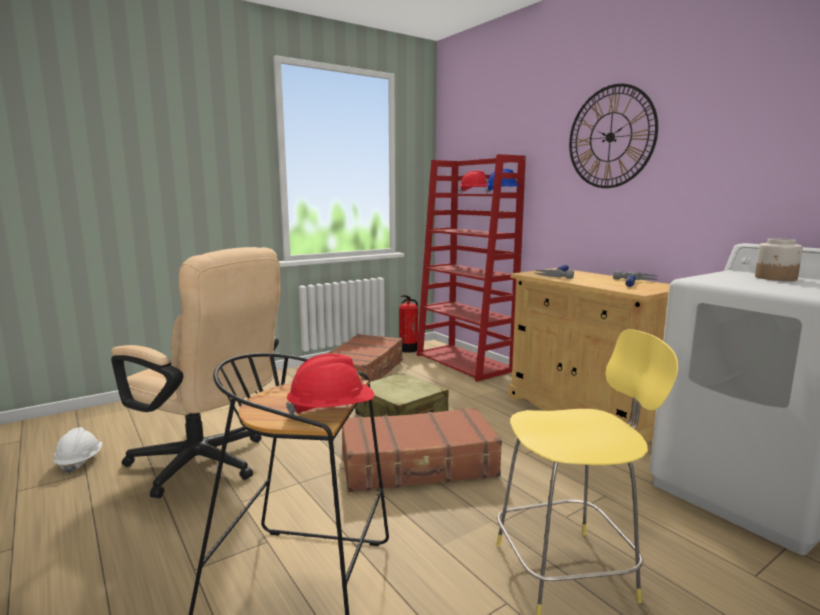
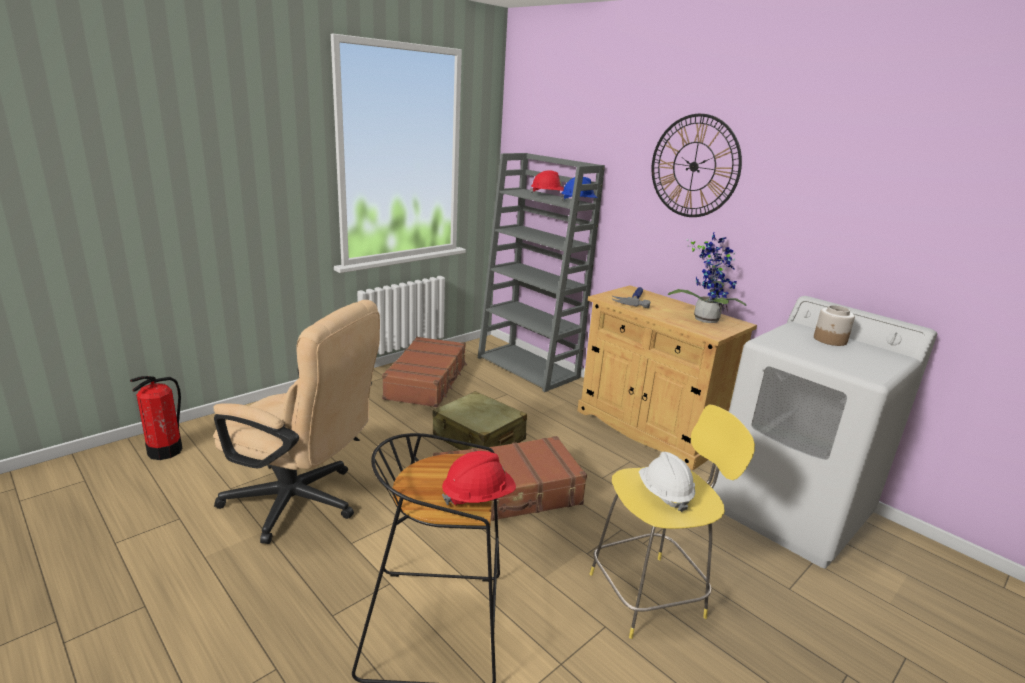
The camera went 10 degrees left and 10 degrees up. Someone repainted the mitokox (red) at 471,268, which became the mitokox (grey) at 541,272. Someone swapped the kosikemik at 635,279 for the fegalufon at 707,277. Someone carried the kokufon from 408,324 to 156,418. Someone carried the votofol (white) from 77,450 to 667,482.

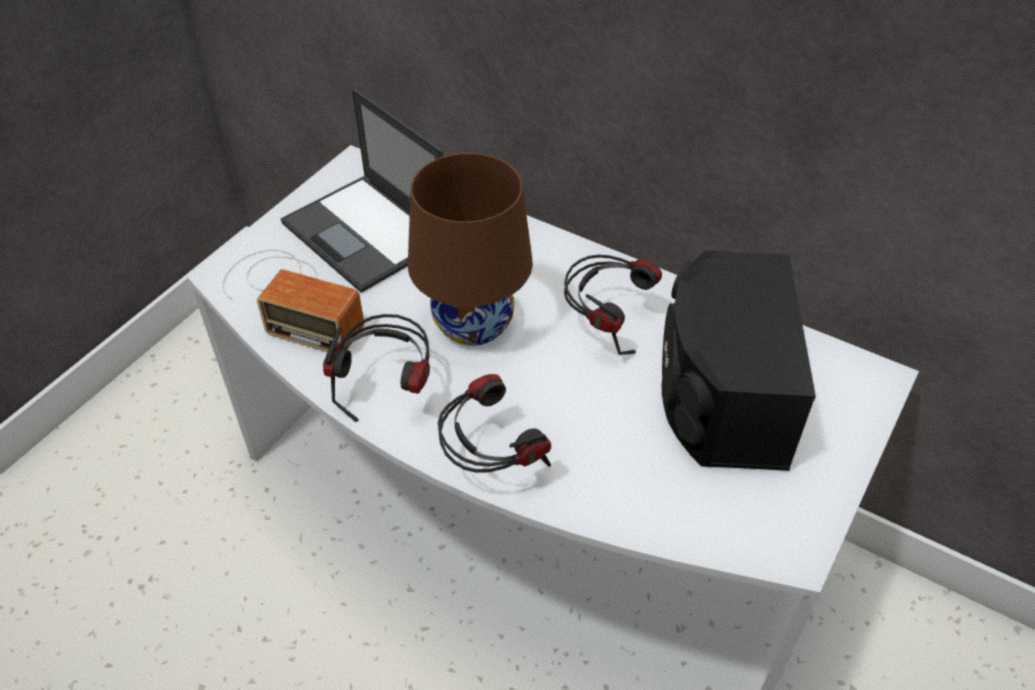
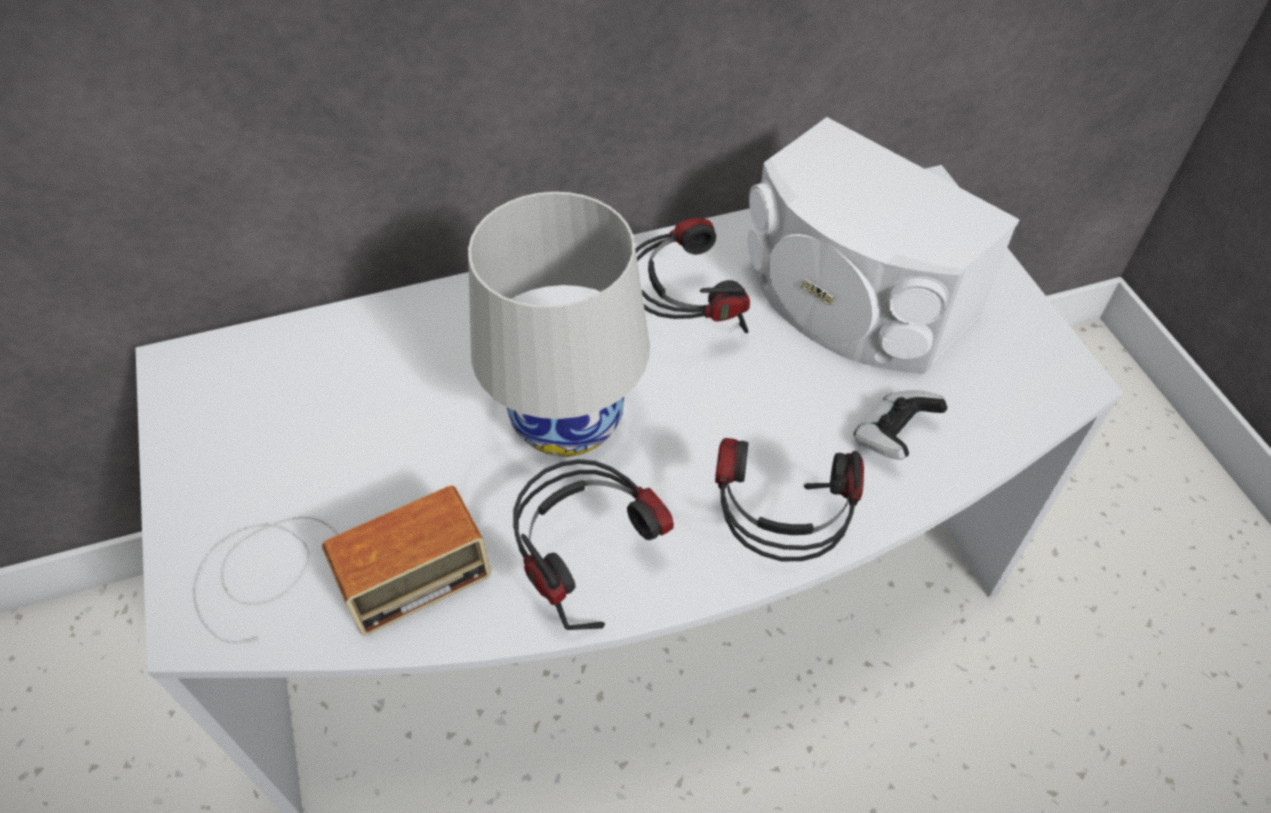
The camera went 50 degrees left and 5 degrees up. Someone took away the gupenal at 362,191. Someone repainted the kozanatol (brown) at 470,249, which became the kozanatol (white) at 559,324. Someone repainted the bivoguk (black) at 739,360, which became the bivoguk (white) at 883,245. Someone put down the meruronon at 900,425.

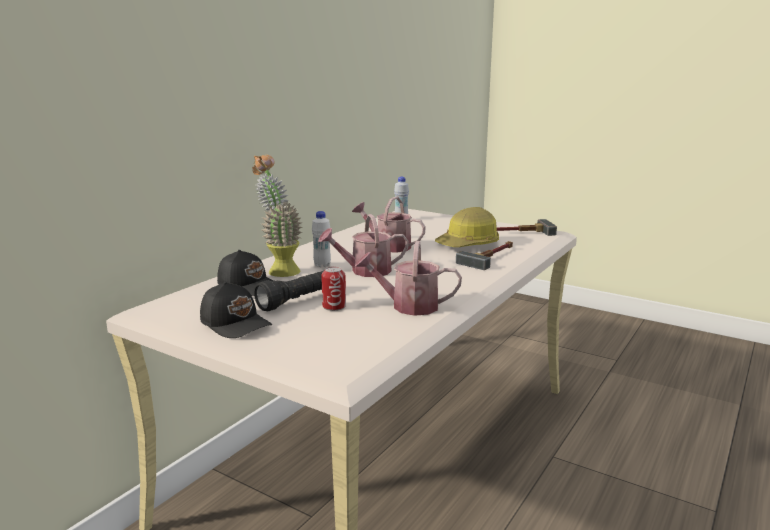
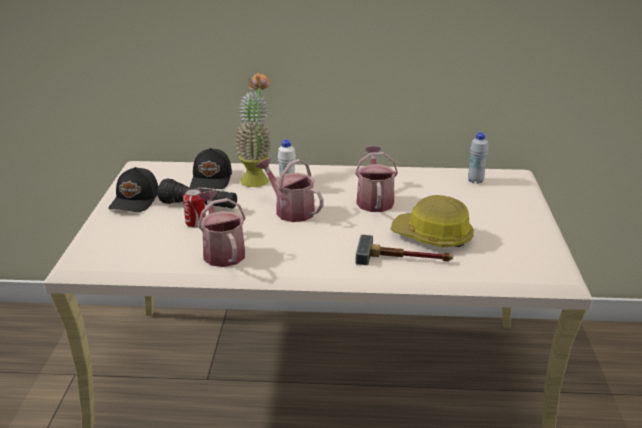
The camera went 60 degrees right and 10 degrees up. Someone took away the kosikemik at 527,227.

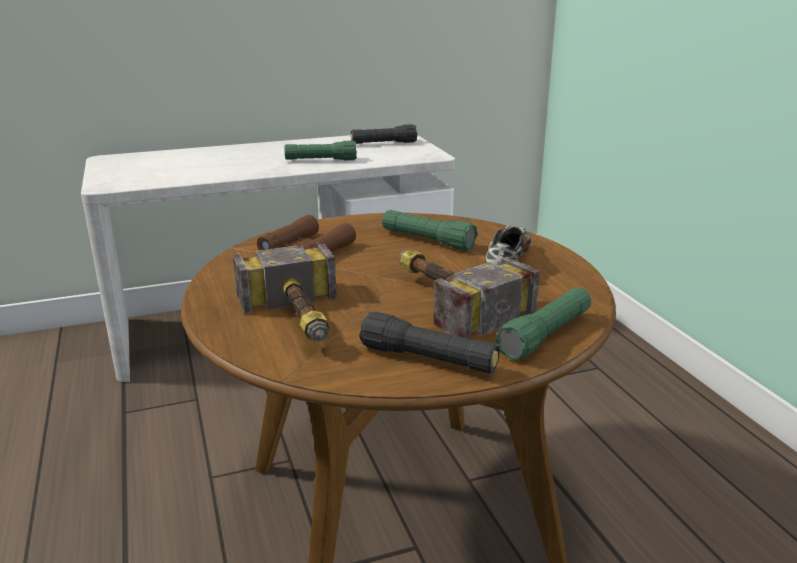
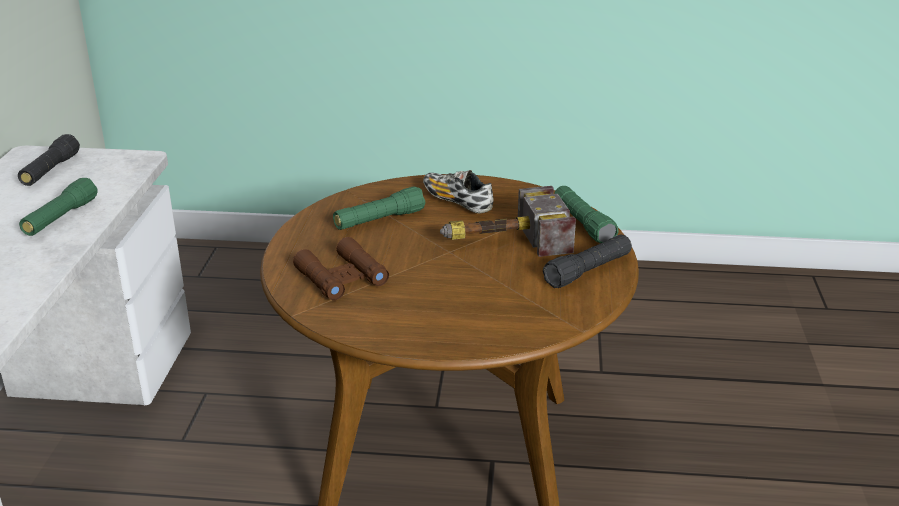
The camera went 65 degrees left and 5 degrees up. Someone took away the kosikemik at 284,291.

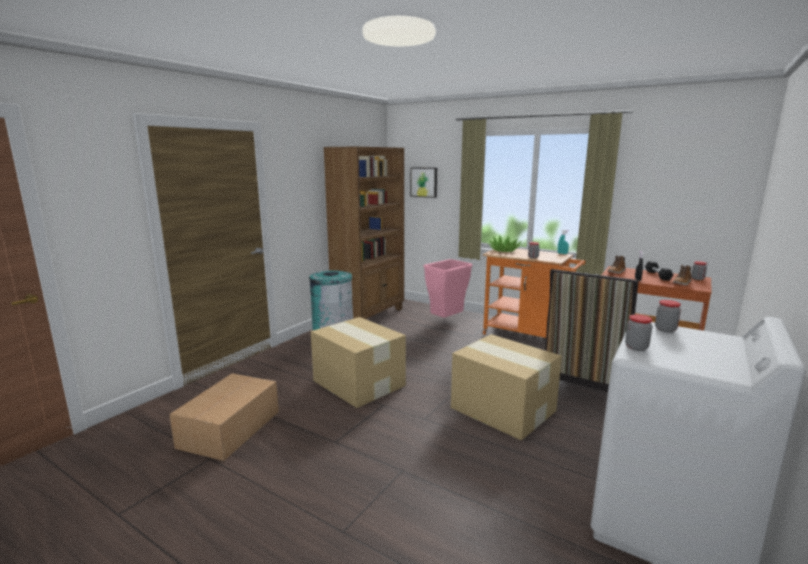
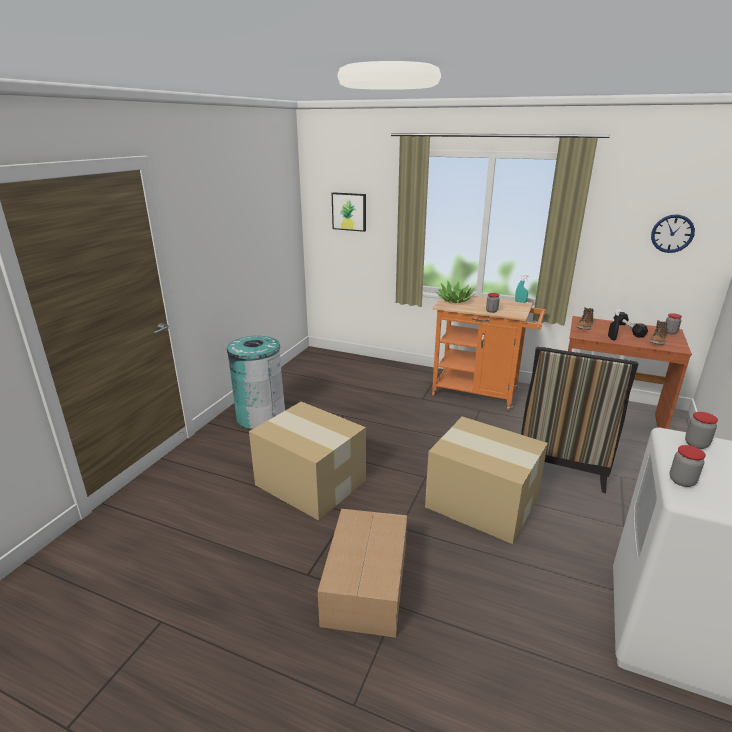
The camera went 10 degrees left and 10 degrees up. Someone took away the mitokox (brown) at 363,232. Someone took away the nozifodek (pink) at 448,288. Someone carried the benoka from 224,417 to 362,573. Someone put up the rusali at 673,233.

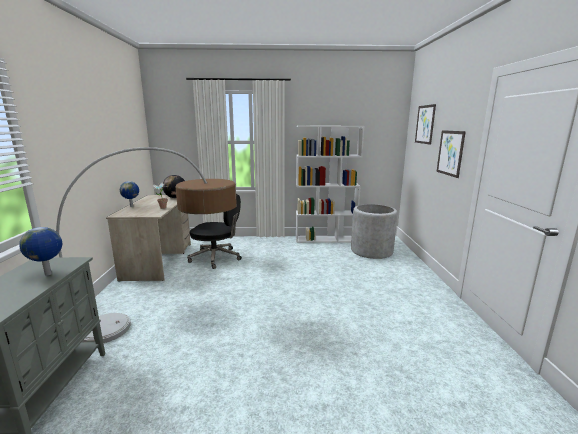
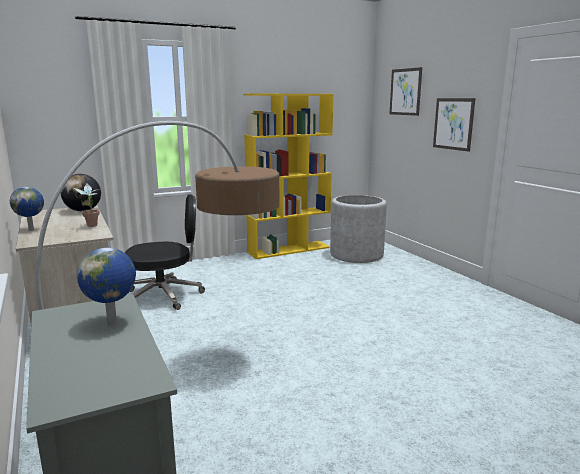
The camera went 25 degrees left and 0 degrees up. Someone repainted the mitokox (white) at 330,184, which became the mitokox (yellow) at 288,176.

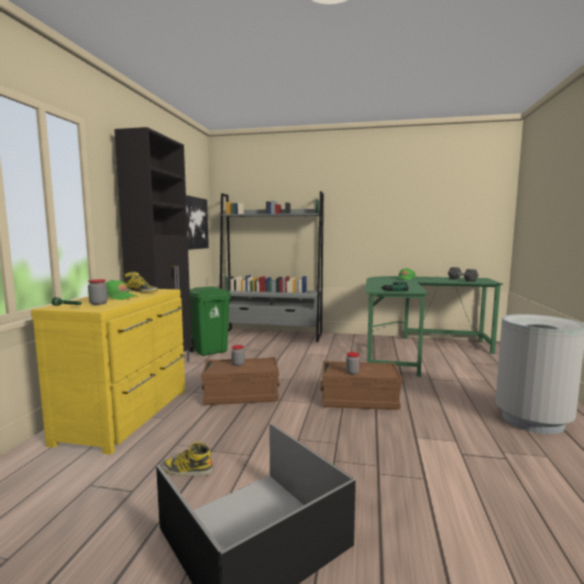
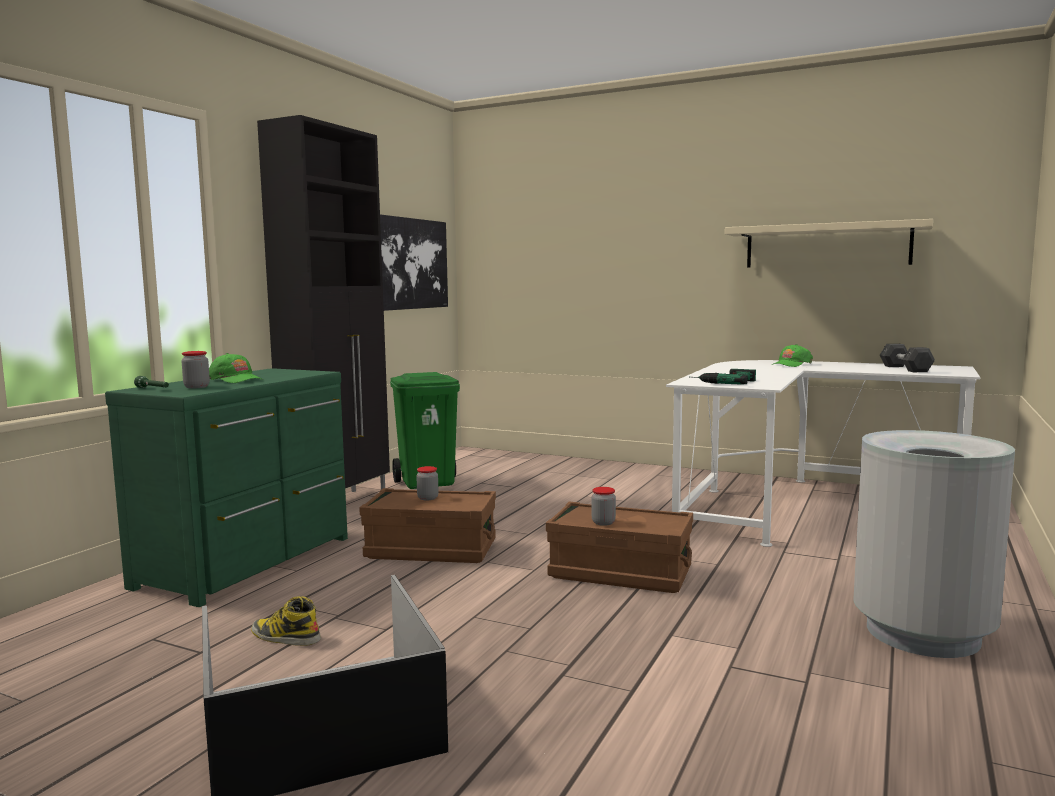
The camera went 15 degrees right and 0 degrees up. Someone took away the mitokox (grey) at 272,266. Someone took away the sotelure at 140,282. Someone repainted the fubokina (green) at 434,326, which became the fubokina (white) at 823,453. Someone repainted the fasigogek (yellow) at 108,372, which became the fasigogek (green) at 226,487. Someone put up the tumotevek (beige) at 829,243.

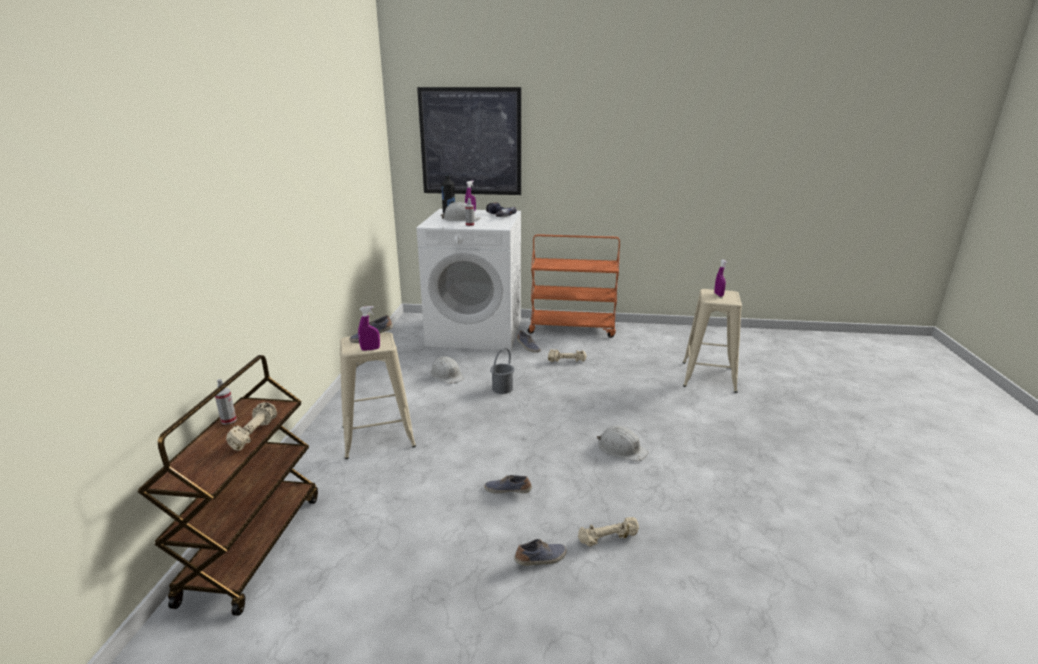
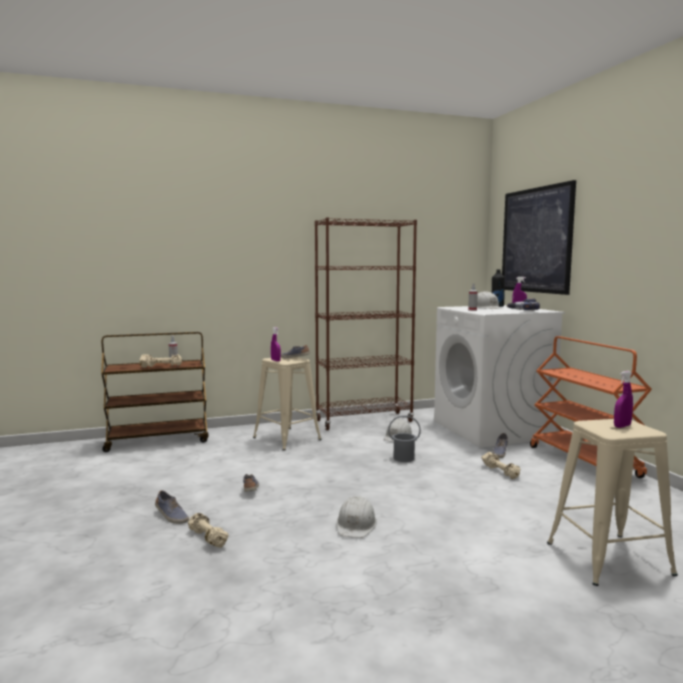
The camera went 65 degrees right and 15 degrees down. Someone put down the mitokox (brown) at 366,323.

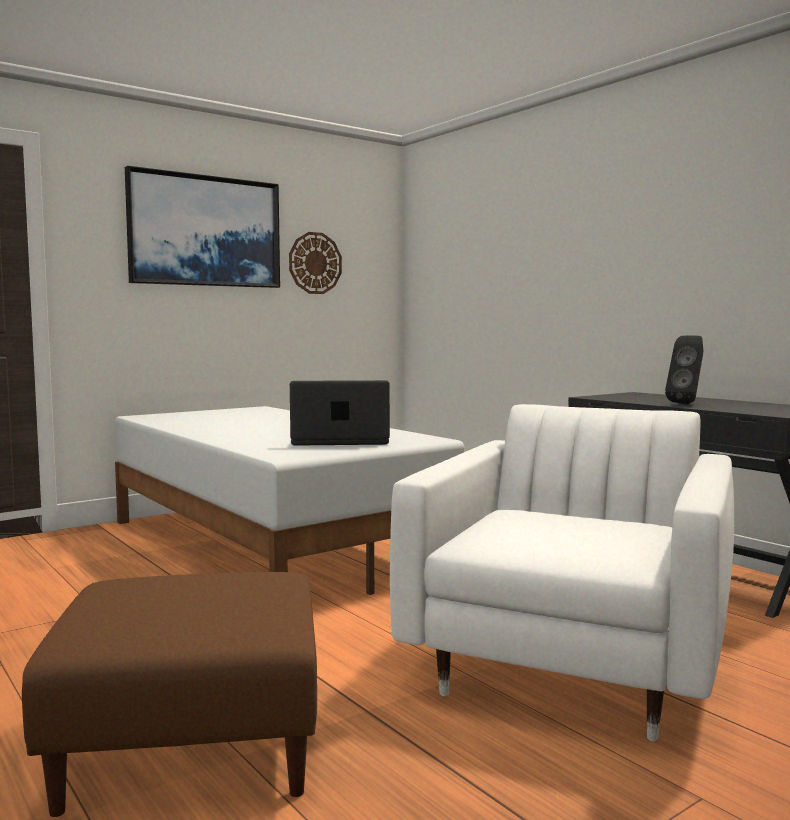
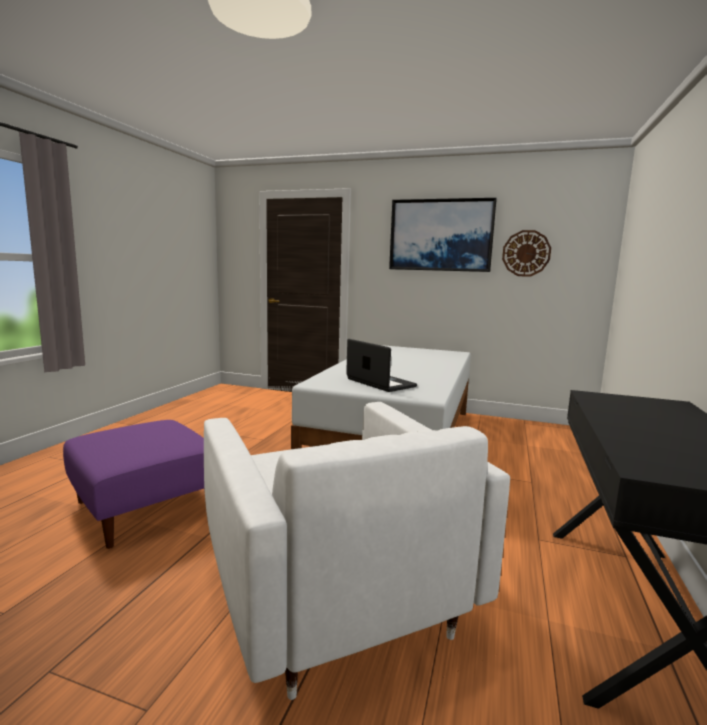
The camera went 55 degrees right and 5 degrees up. Someone took away the bivoguk (black) at 684,370. Someone rotated the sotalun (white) at 562,572 by 75 degrees clockwise. Someone repainted the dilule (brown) at 169,694, which became the dilule (purple) at 134,484.

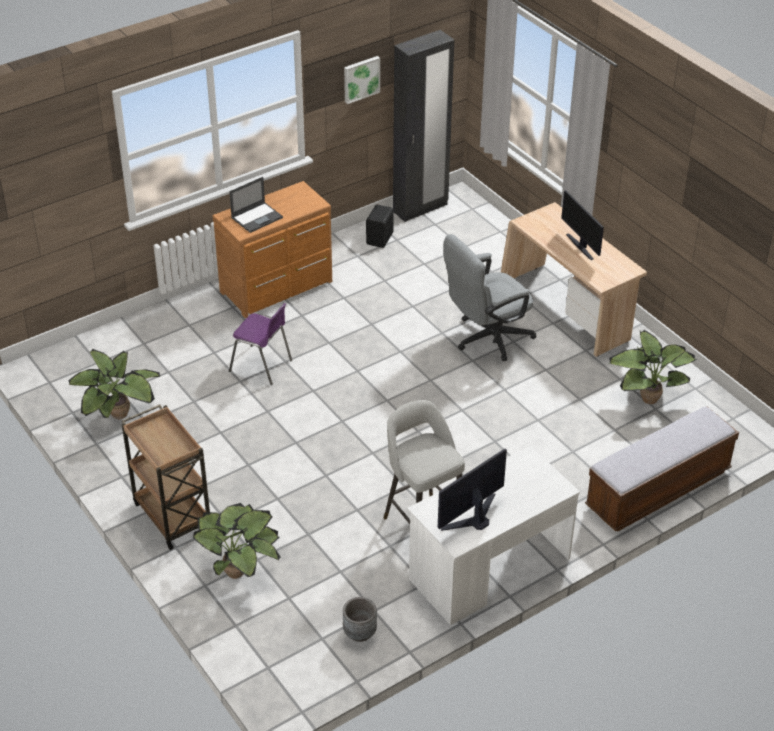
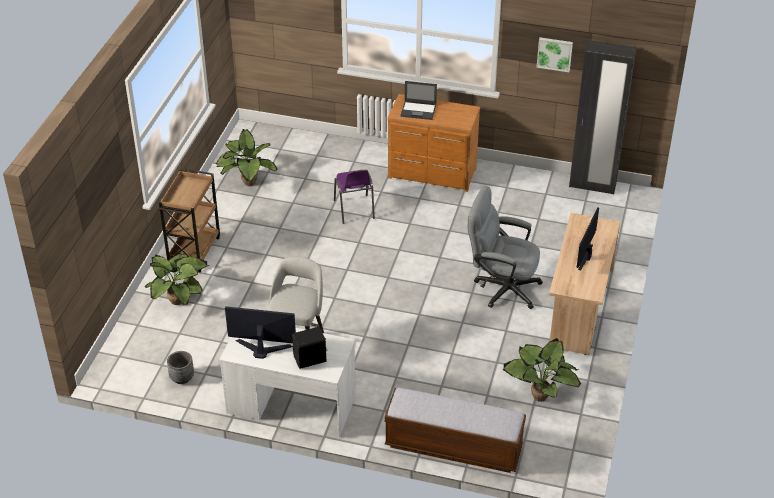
The camera went 50 degrees right and 0 degrees up. Someone carried the bivoguk (black) from 380,226 to 310,348.

